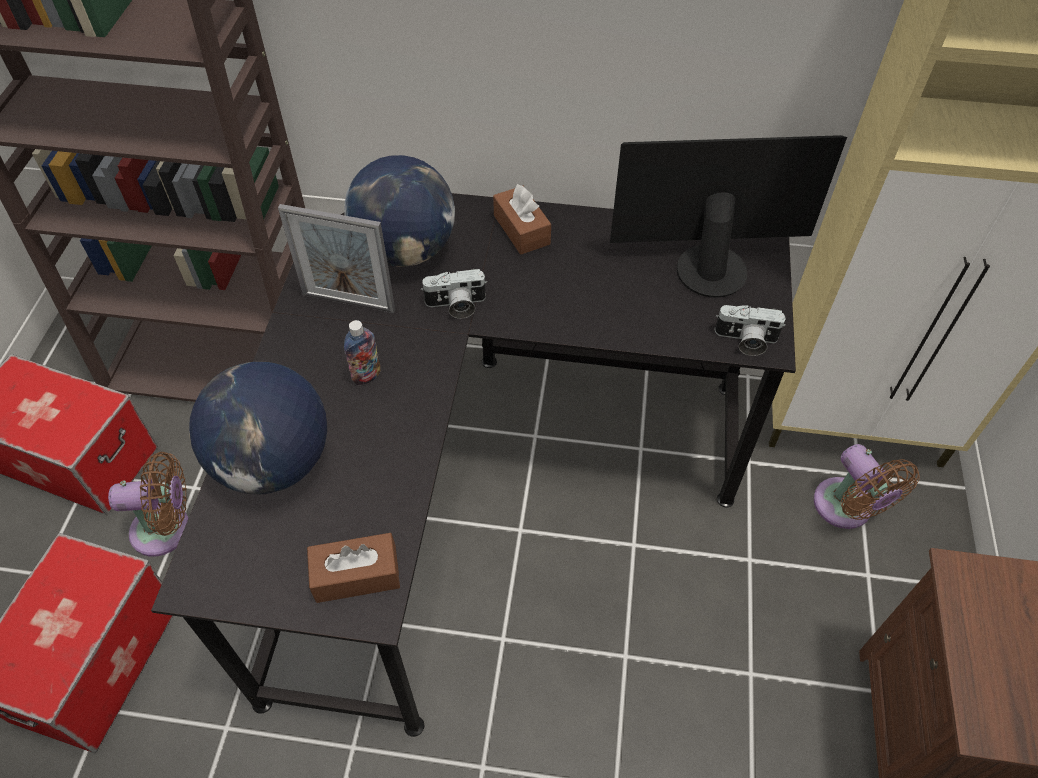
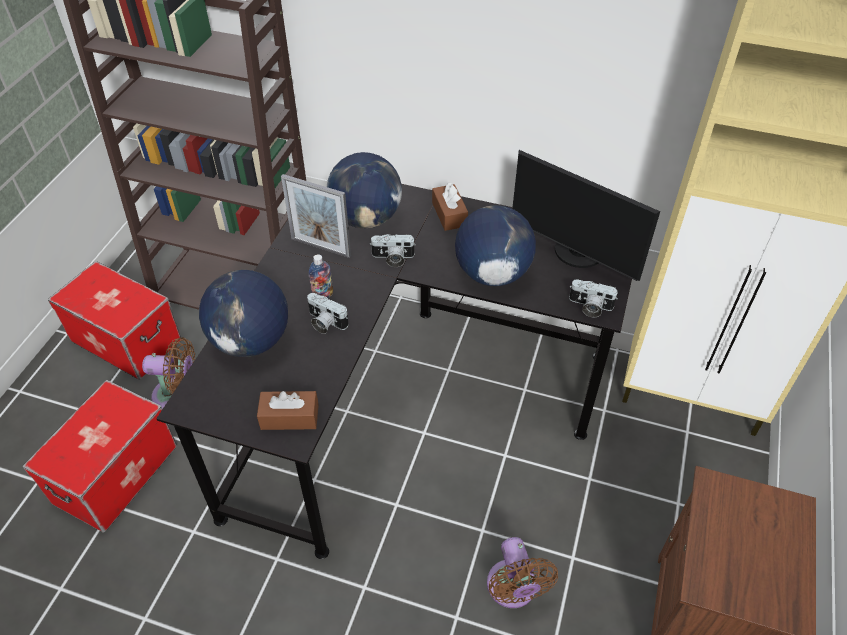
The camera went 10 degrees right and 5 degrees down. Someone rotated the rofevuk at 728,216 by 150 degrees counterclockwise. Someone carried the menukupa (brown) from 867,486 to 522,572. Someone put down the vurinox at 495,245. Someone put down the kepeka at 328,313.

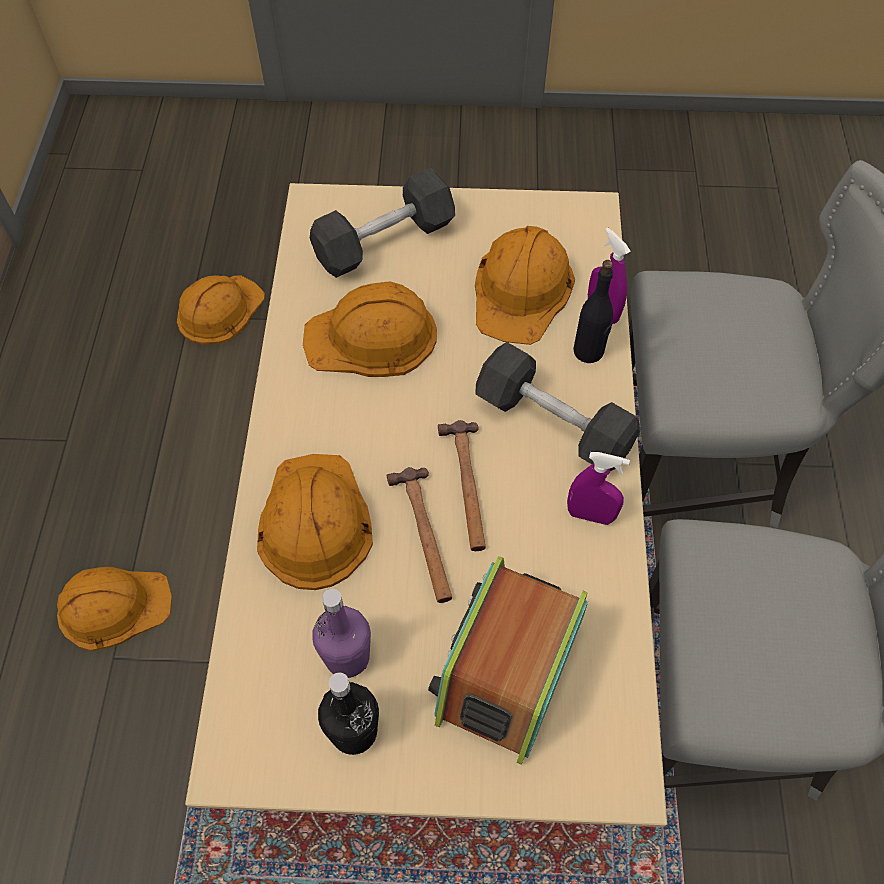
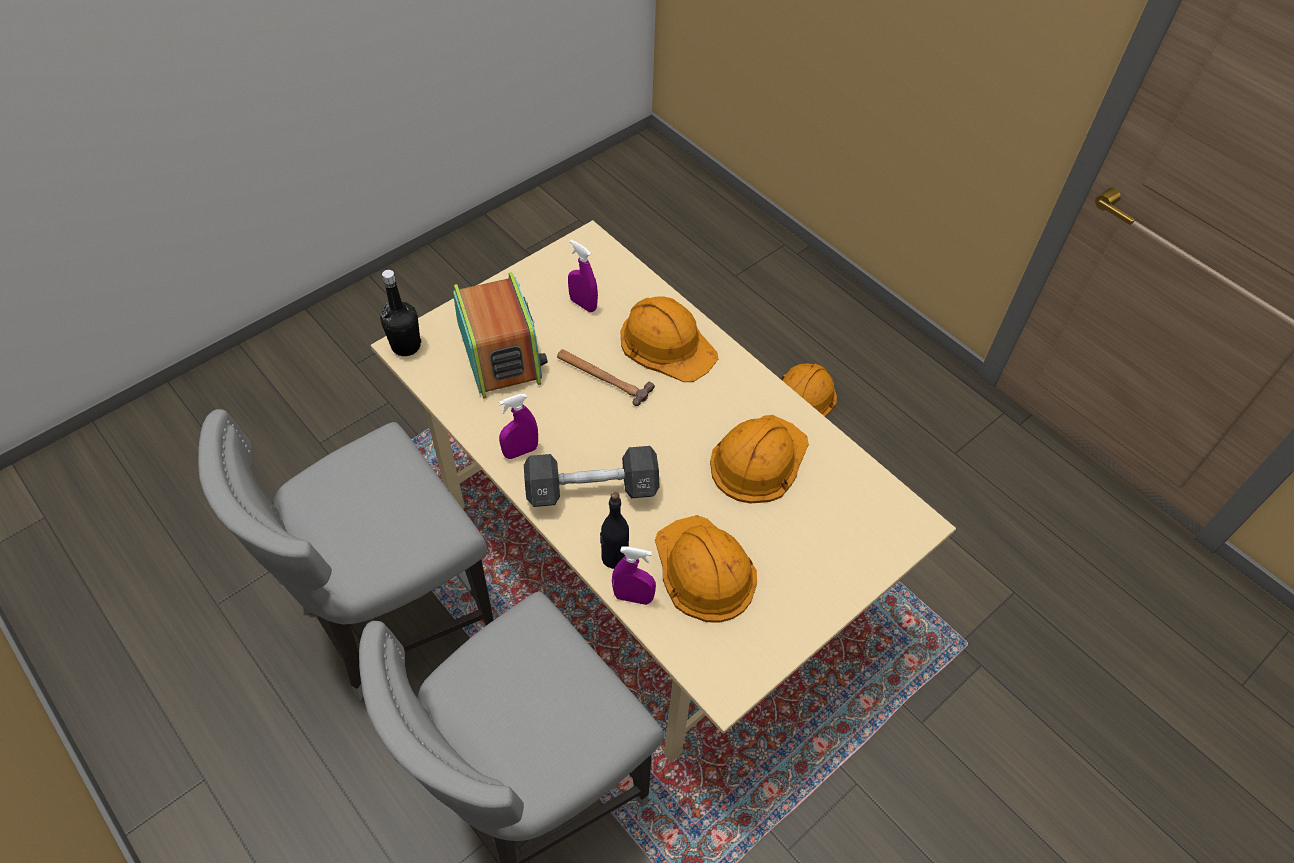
The camera went 135 degrees right and 5 degrees down. Someone took away the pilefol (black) at 382,223. Someone took away the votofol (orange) at 221,310. Someone took away the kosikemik at 462,485. Someone swapped the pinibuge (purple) at 341,633 for the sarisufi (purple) at 583,276. Someone carried the pinibuge (black) from 348,714 to 400,313.

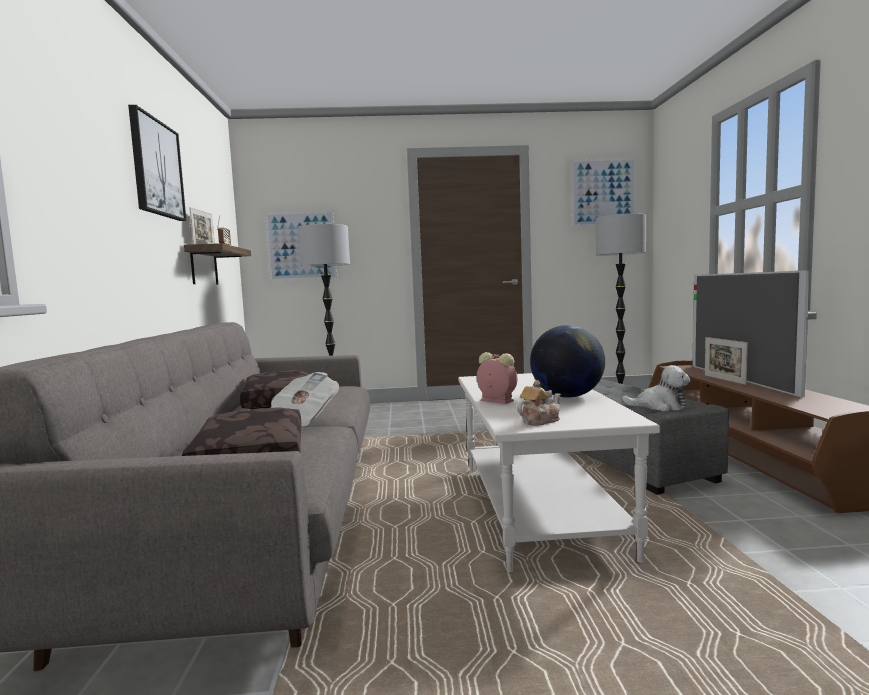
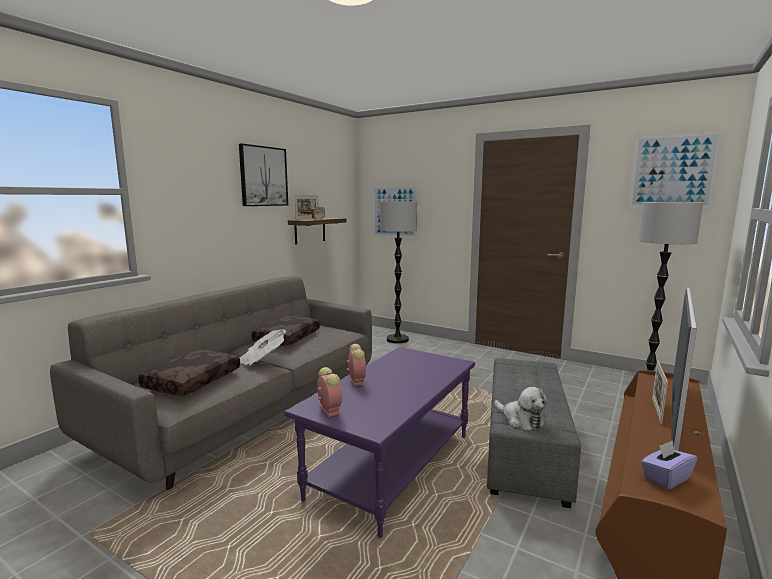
The camera went 35 degrees right and 5 degrees up. Someone took away the vurinox at 567,361. Someone repainted the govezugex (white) at 559,472, which became the govezugex (purple) at 379,442. Someone swapped the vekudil at 539,403 for the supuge at 329,392. Someone put down the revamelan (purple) at 669,465.

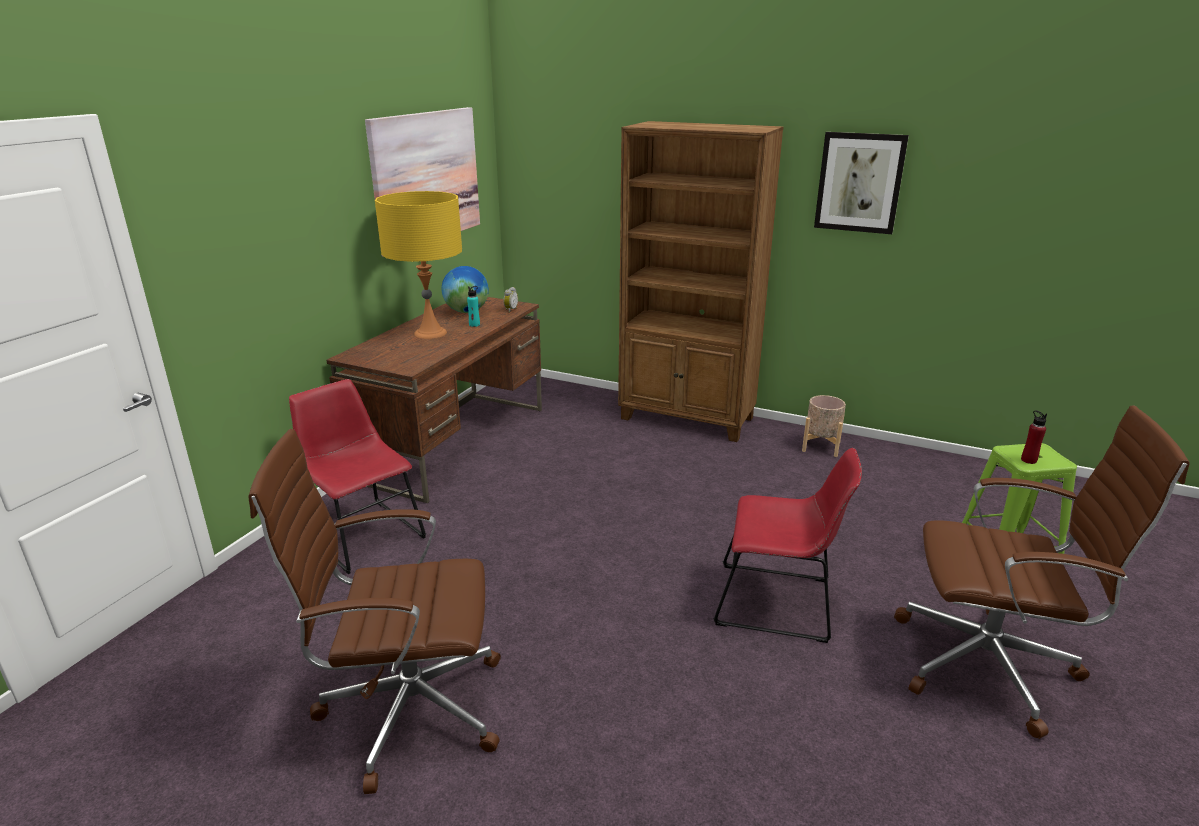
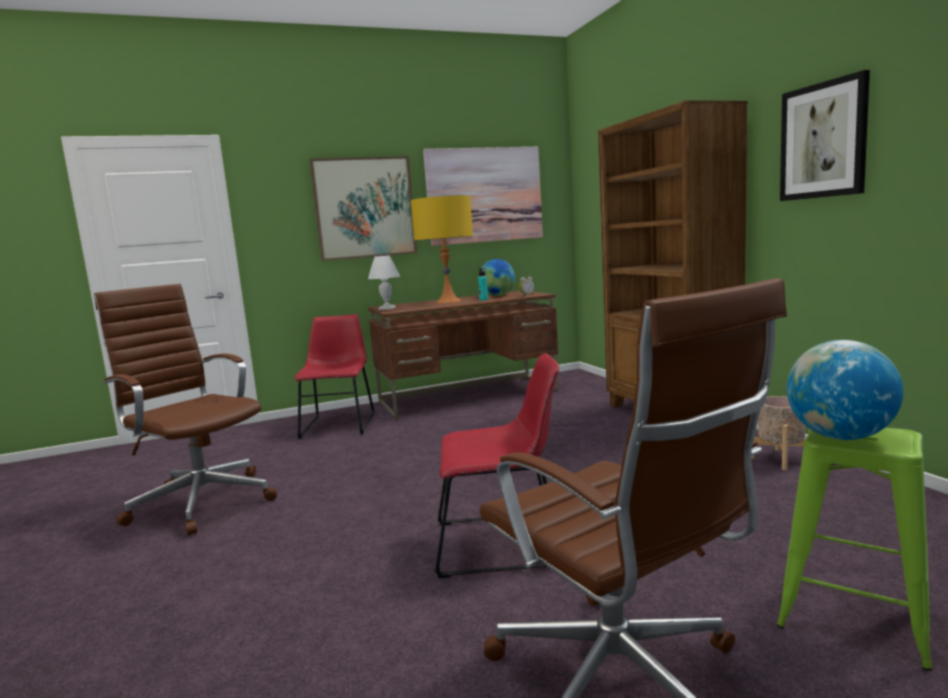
The camera went 45 degrees right and 15 degrees down. Someone swapped the pinibuge (red) at 1034,437 for the vurinox at 845,390. Someone rotated the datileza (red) at 787,545 by 60 degrees counterclockwise. Someone put up the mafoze at 363,208. Someone put down the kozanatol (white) at 384,282.

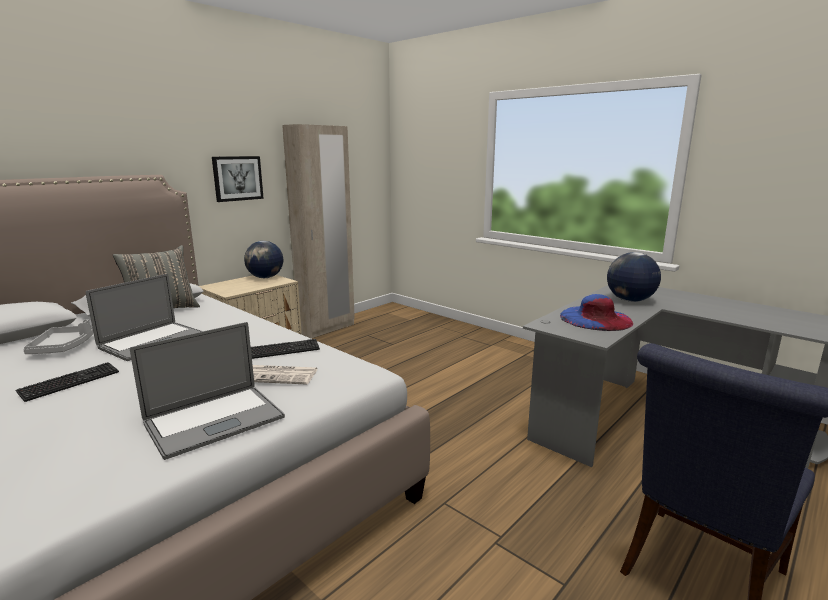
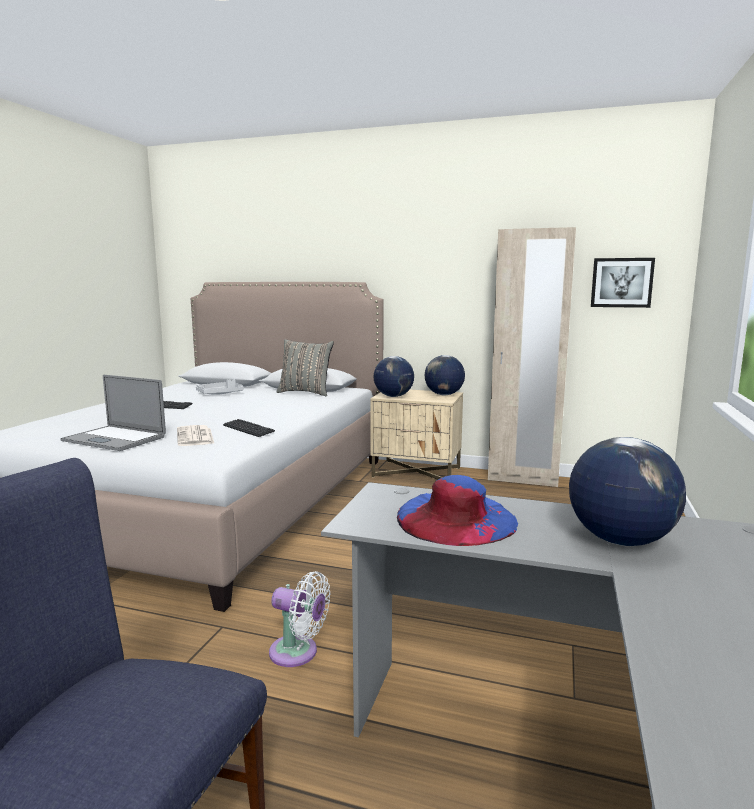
The camera went 65 degrees right and 5 degrees down. Someone carried the mafoze from 238,179 to 623,283. Someone took away the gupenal at 144,317. Someone put down the vurinox at 393,376. Someone put down the menukupa (white) at 300,619.

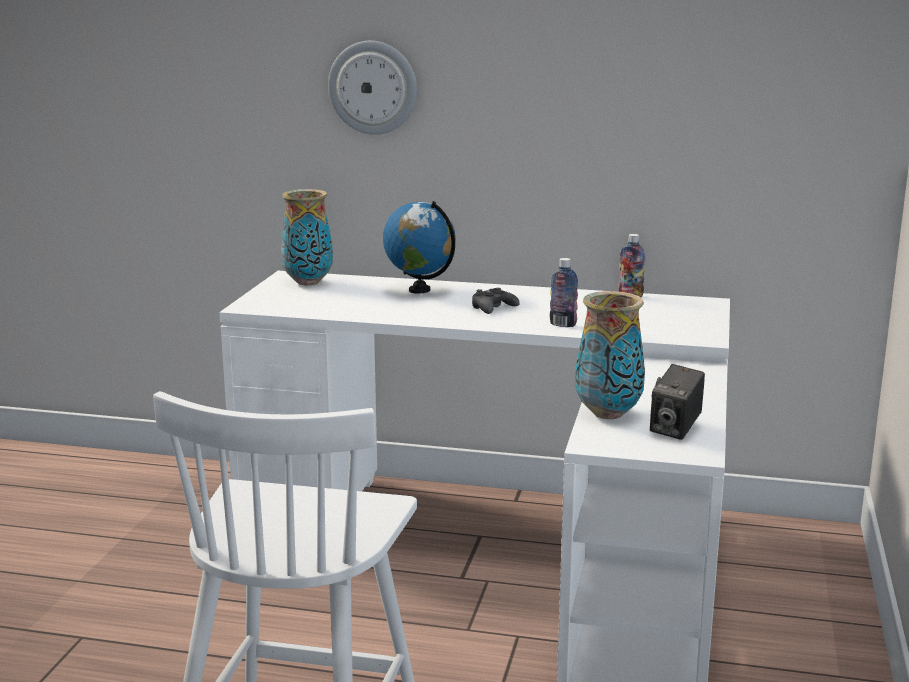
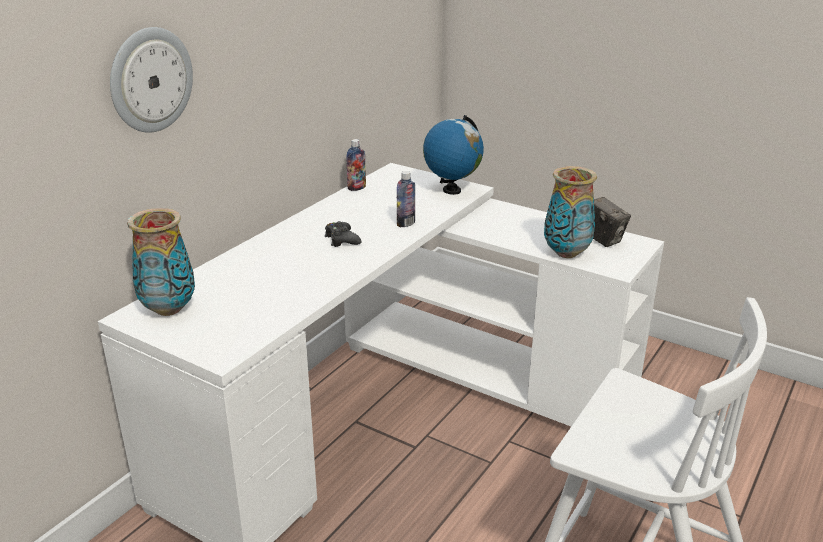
The camera went 70 degrees left and 10 degrees up. Someone carried the vurinox from 419,247 to 453,155.

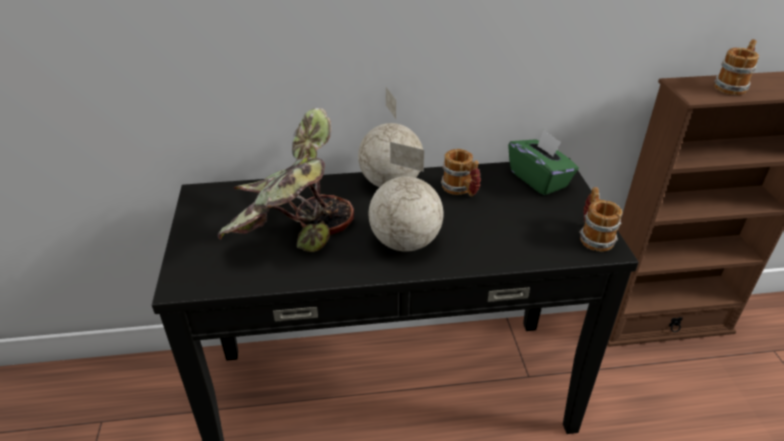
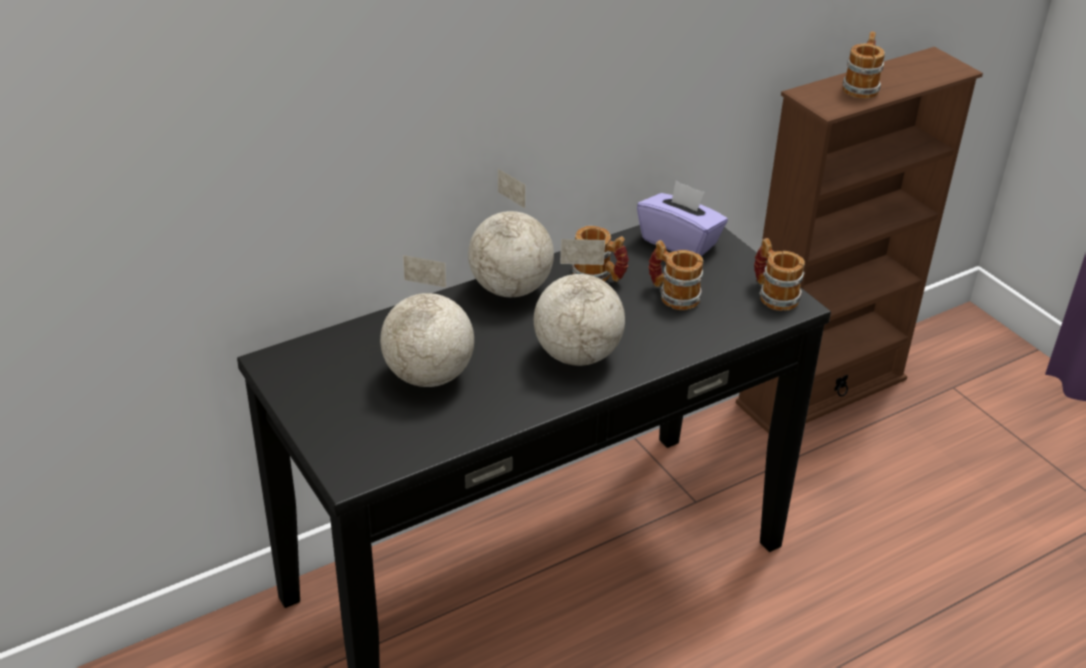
The camera went 25 degrees left and 0 degrees up. Someone swapped the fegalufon at 286,180 for the vurinox at 427,321. Someone repainted the revamelan (green) at 543,163, which became the revamelan (purple) at 682,218. Someone put down the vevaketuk at 675,275.

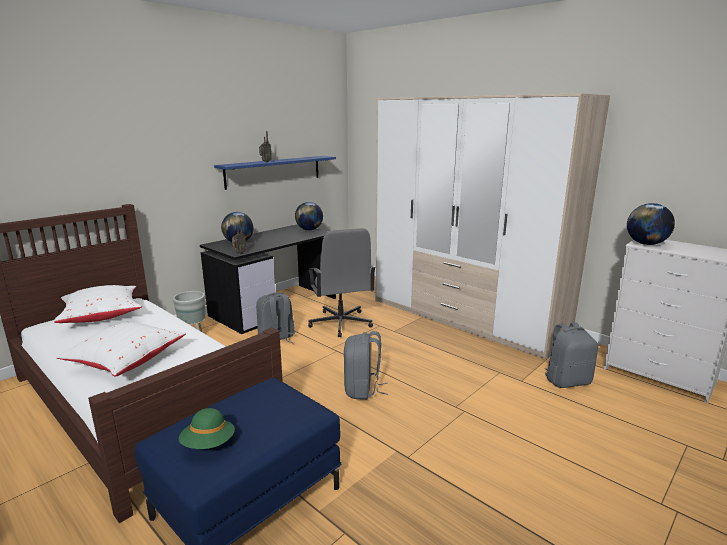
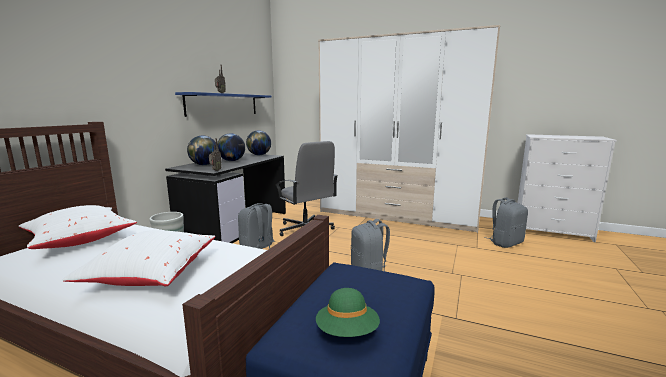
The camera went 20 degrees left and 5 degrees down. Someone carried the vurinox from 651,224 to 231,147.

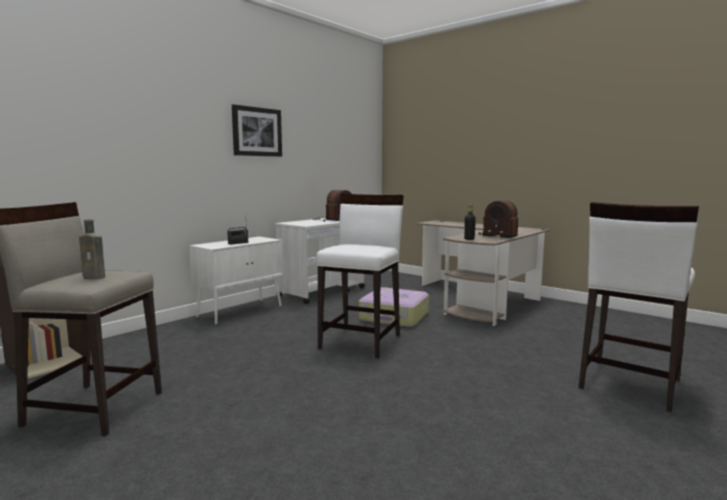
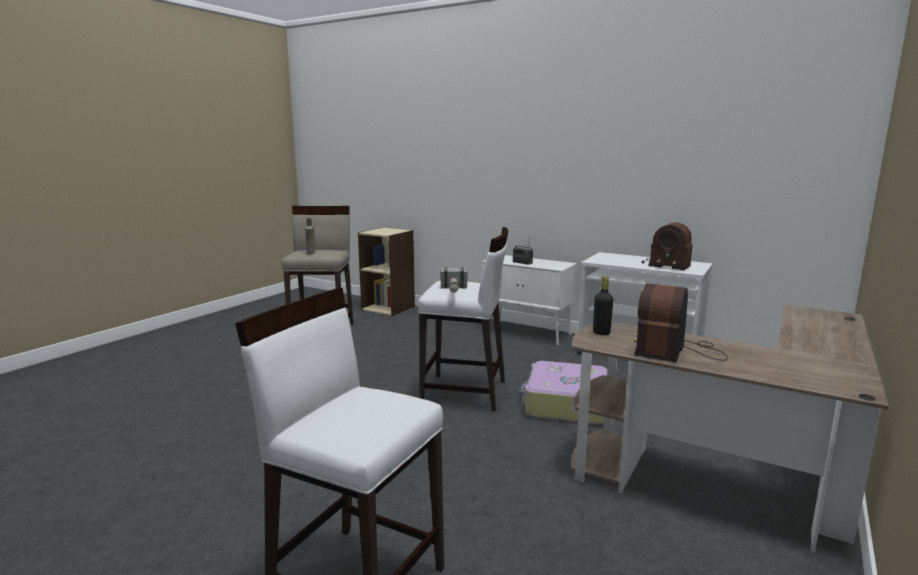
The camera went 80 degrees right and 5 degrees up. Someone took away the mafoze at 257,130. Someone put down the kosikemik at 454,280.

